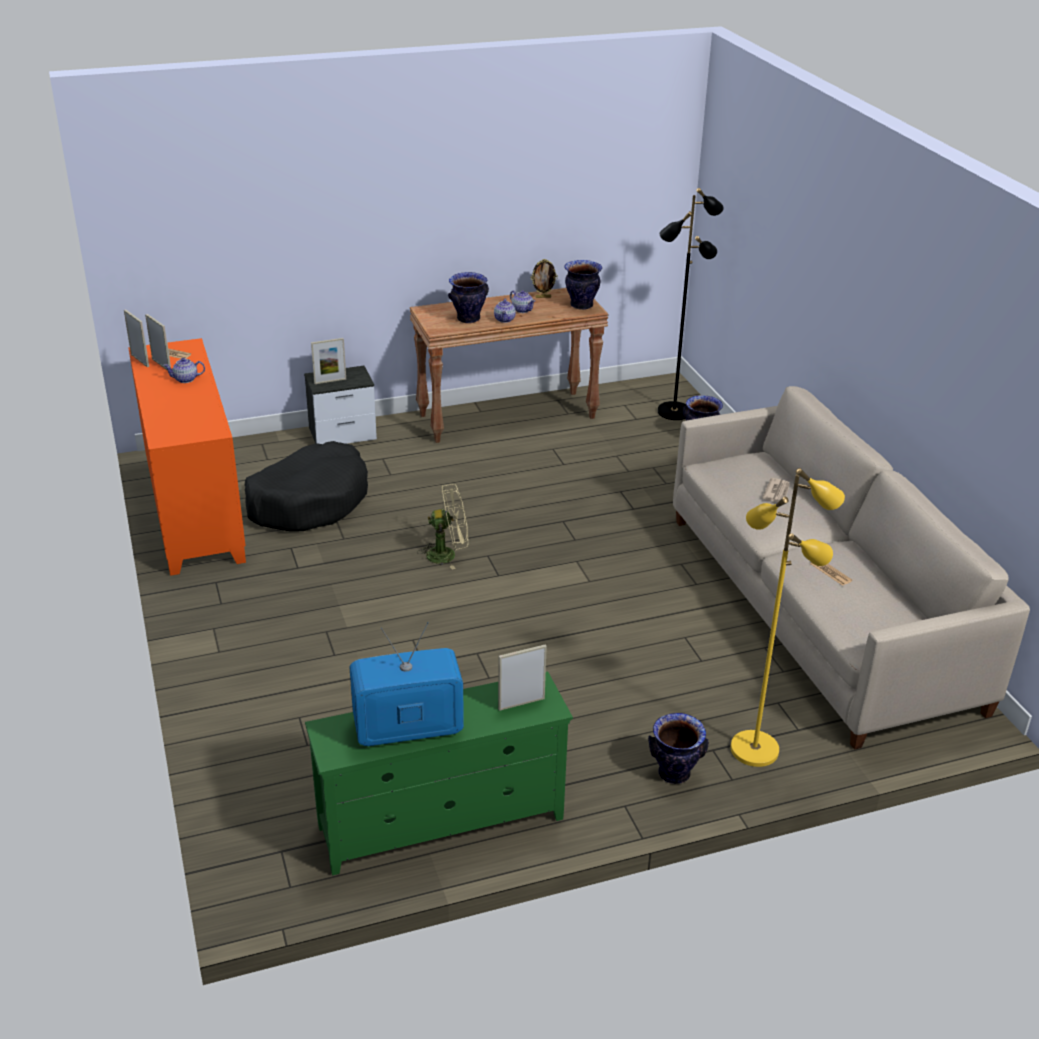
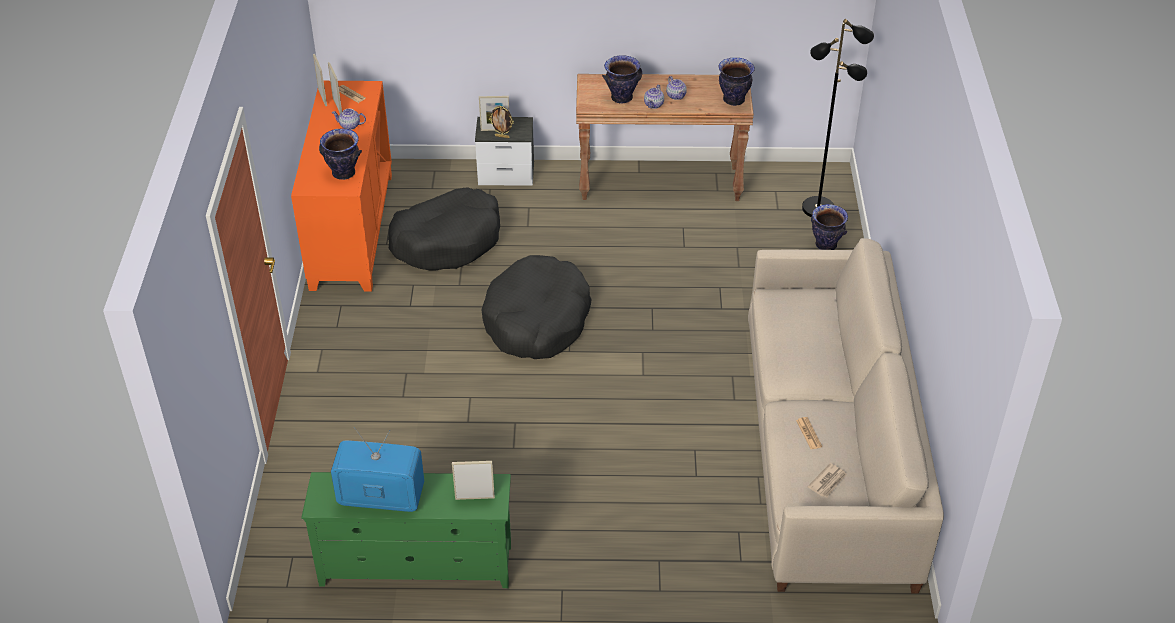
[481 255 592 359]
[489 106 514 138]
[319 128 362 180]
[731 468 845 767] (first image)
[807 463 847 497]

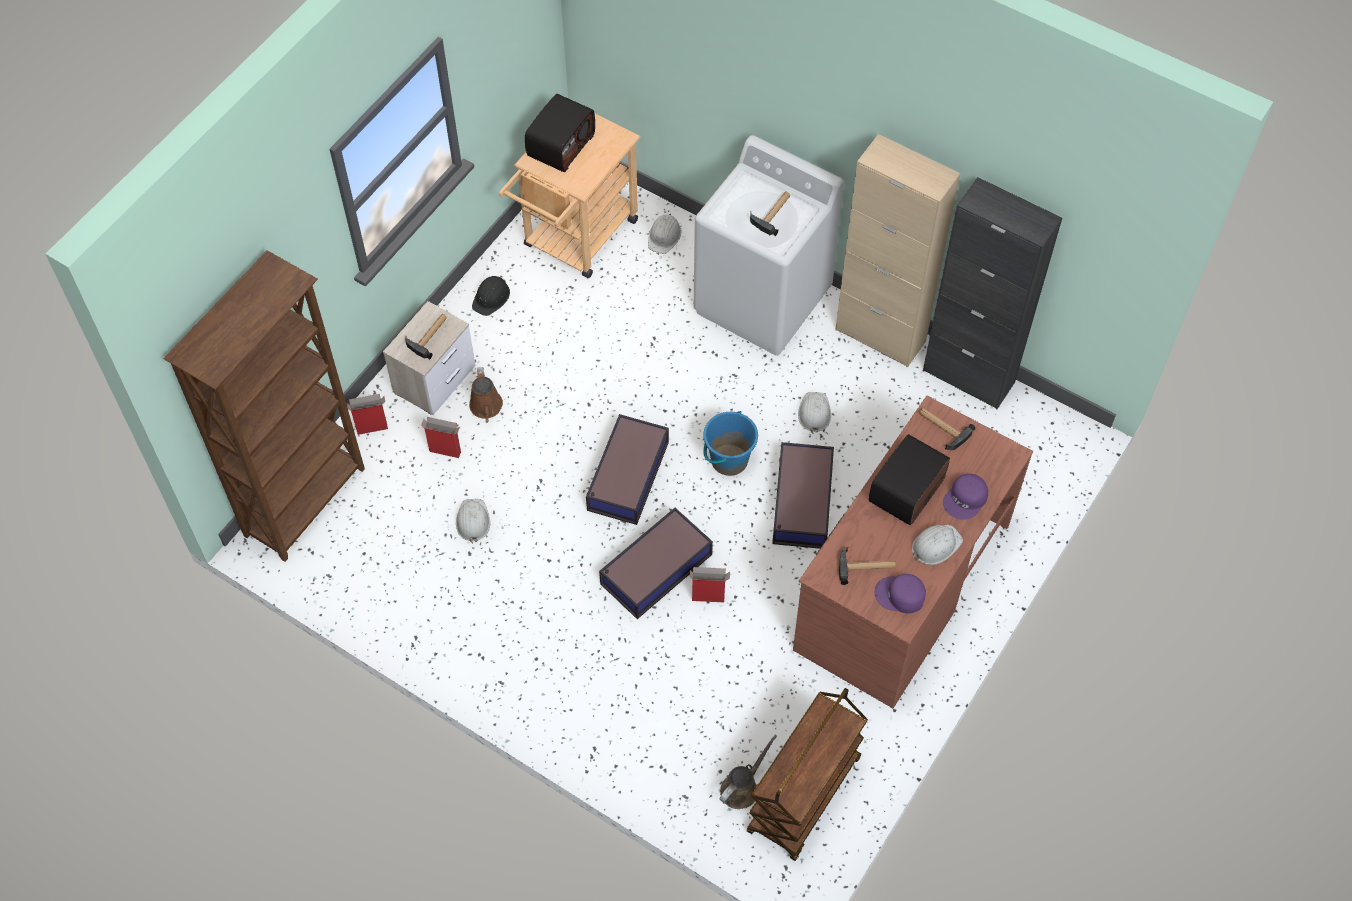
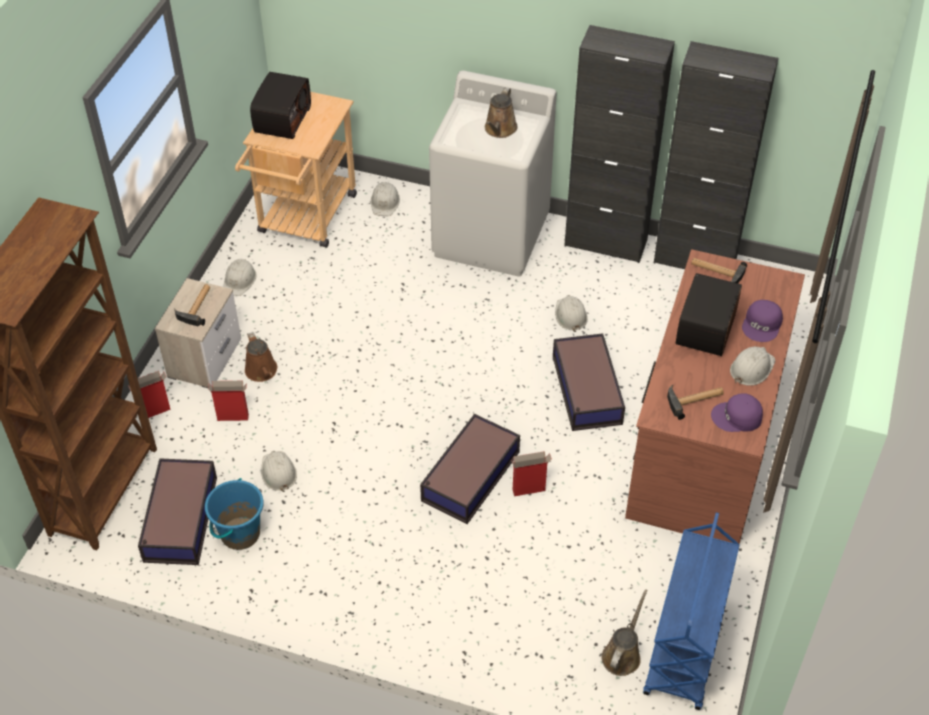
[223 259 257 296]
[138 458 217 565]
[205 478 264 550]
[643 512 740 710]
[485 88 518 138]
[564 25 675 263]

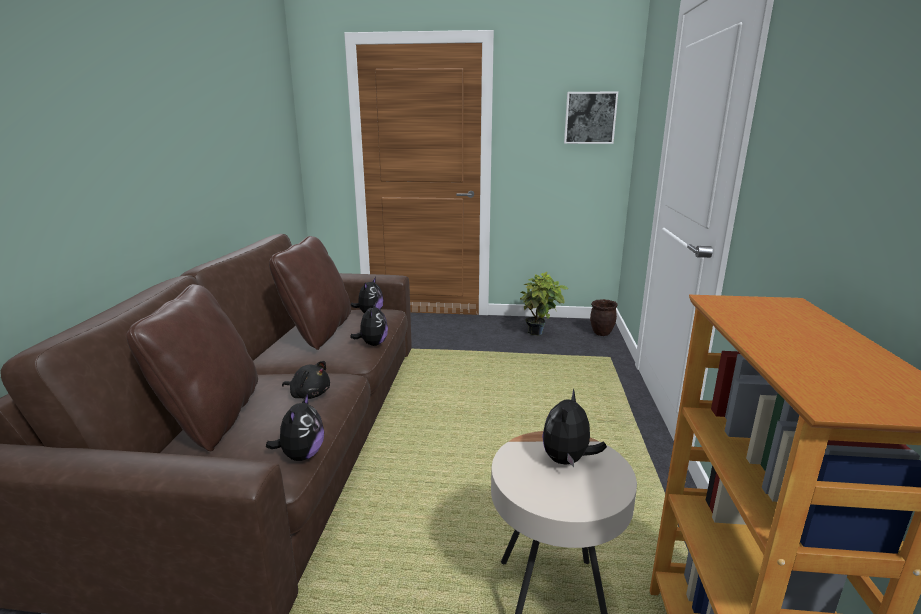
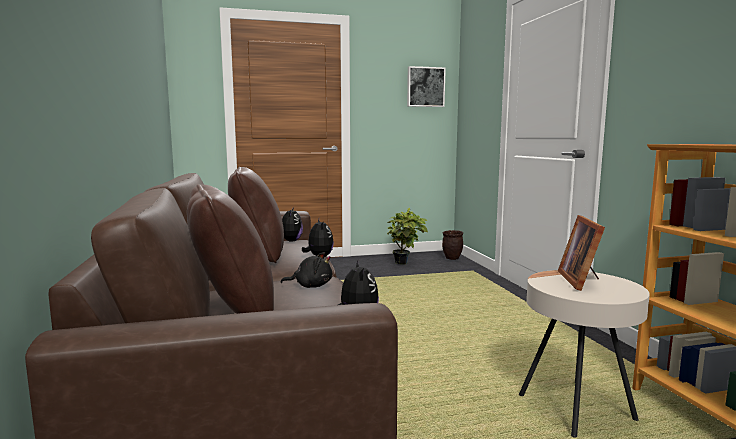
[558 215 605 291]

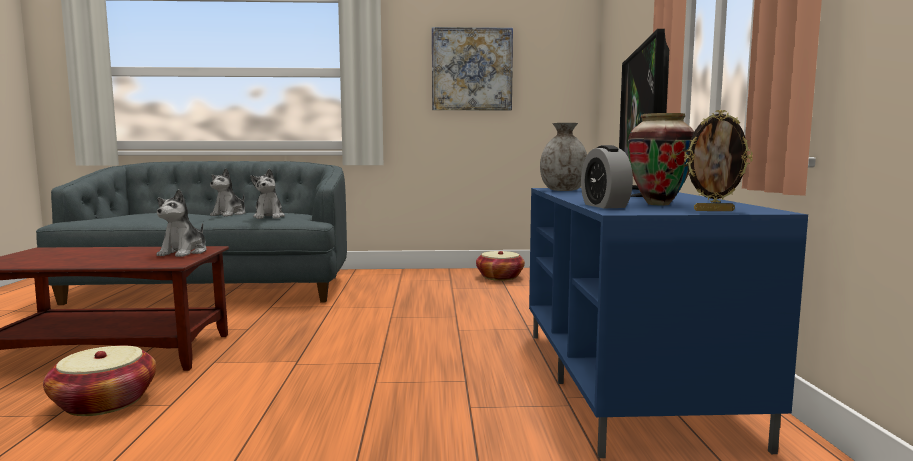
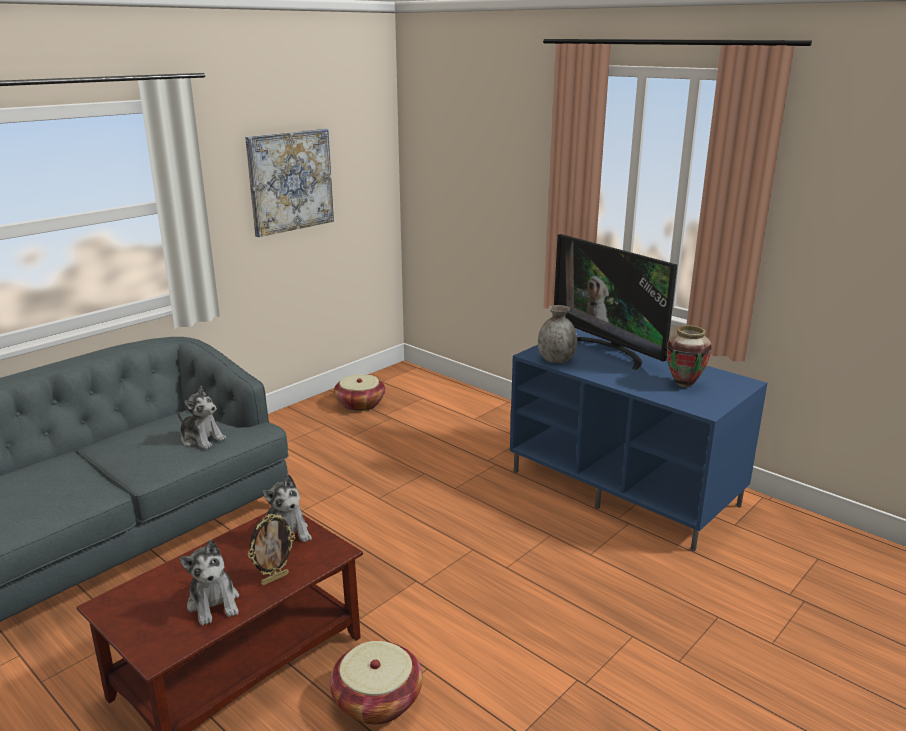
[179 540 239 626]
[581 145 633 208] (first image)
[248 514 295 586]

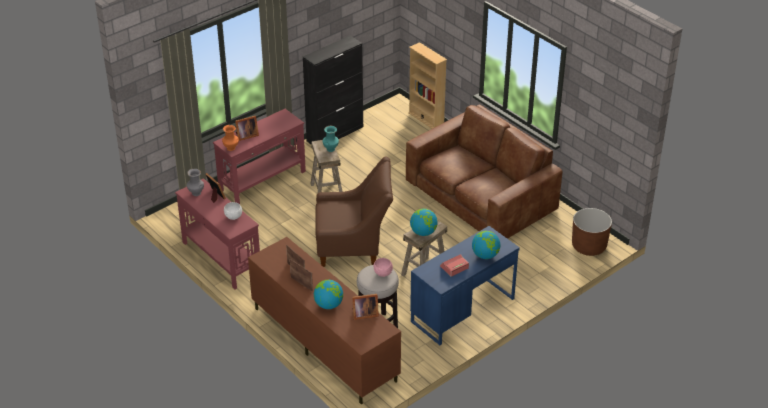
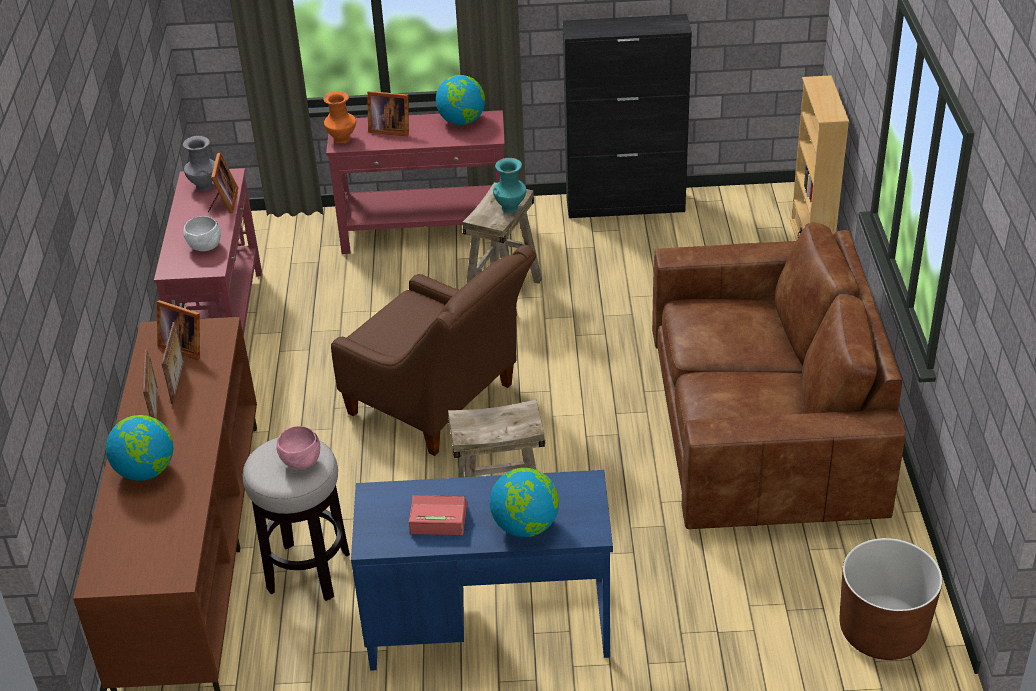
[157 300 200 360]
[436 75 485 125]

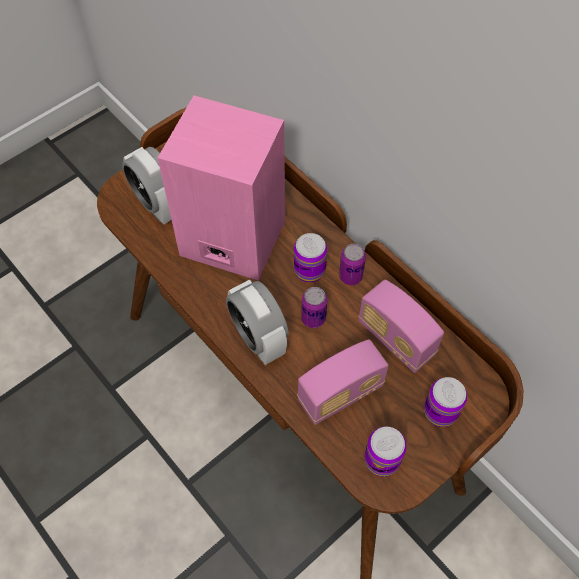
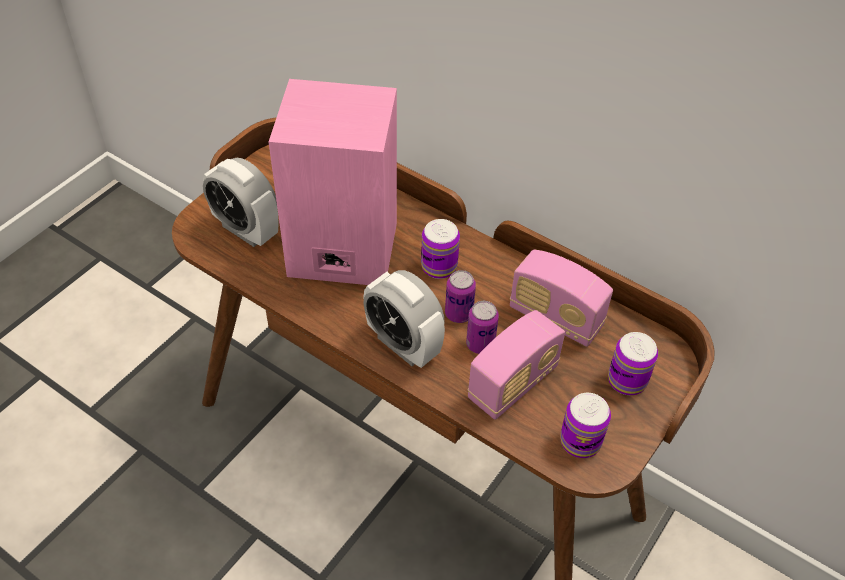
[466 301 499 354]

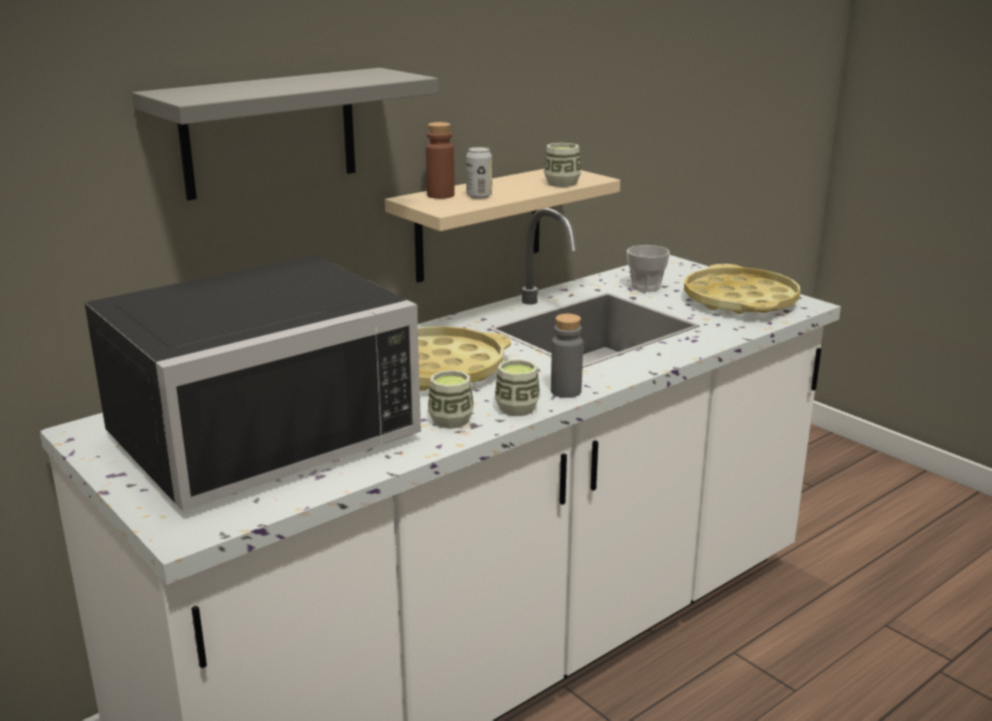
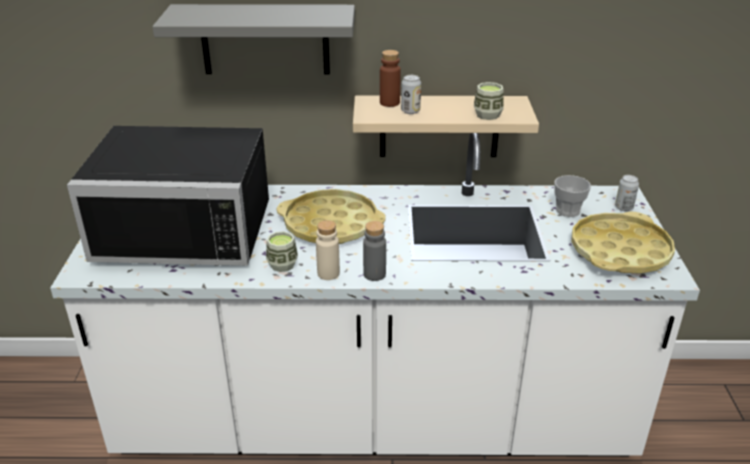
[316 220 340 280]
[615 175 639 211]

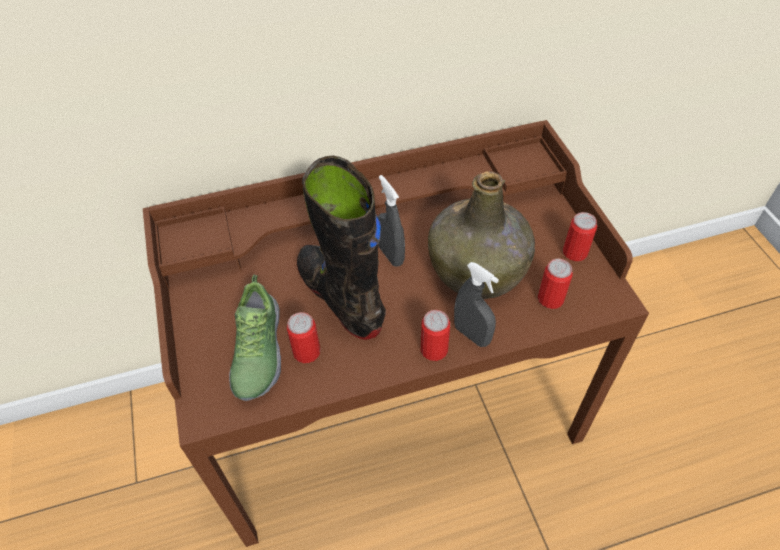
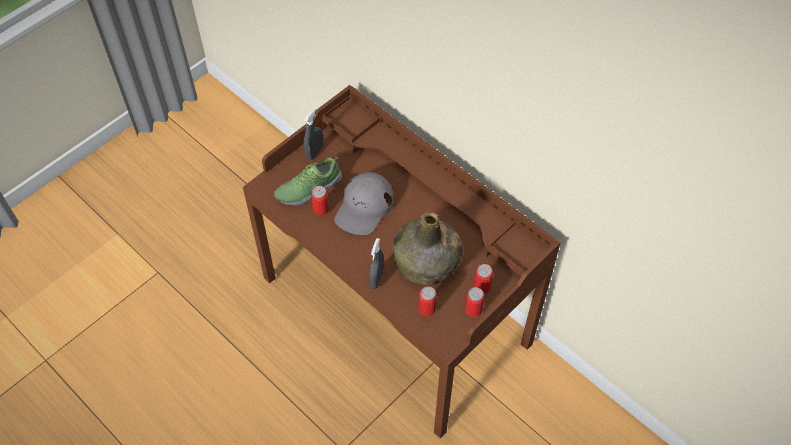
[334 172 394 235]
[304 106 323 160]
[474 264 493 294]

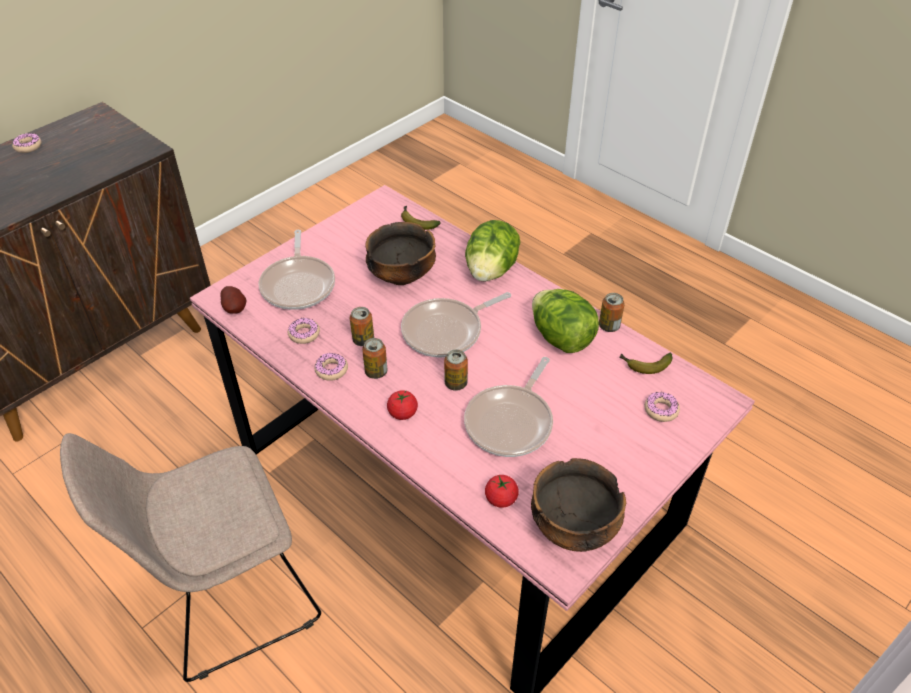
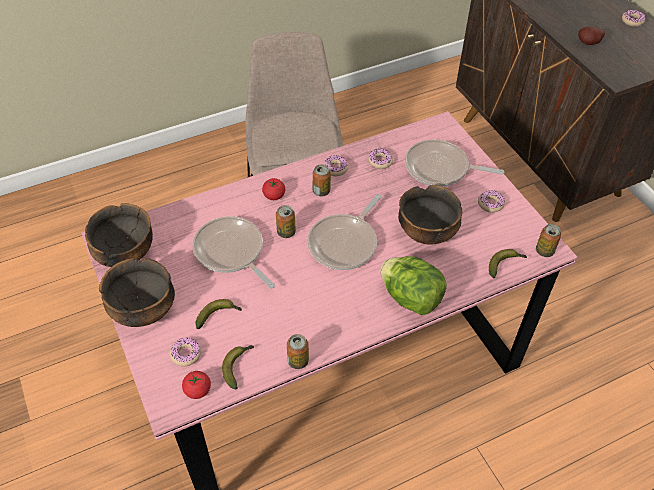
[578 27 605 45]
[536 224 561 257]
[307 194 382 270]
[182 371 211 399]
[532 289 599 353] (first image)
[99 258 175 327]
[195 299 242 329]
[478 190 505 213]

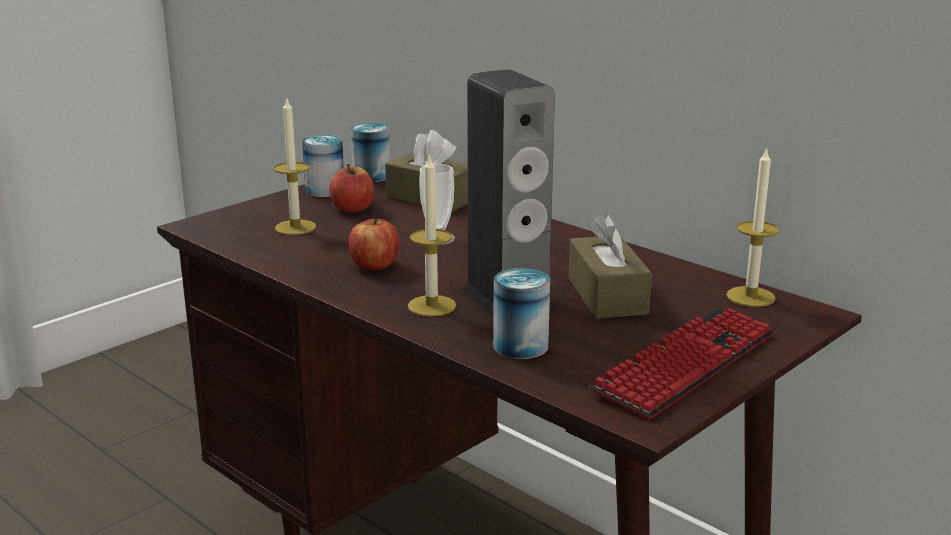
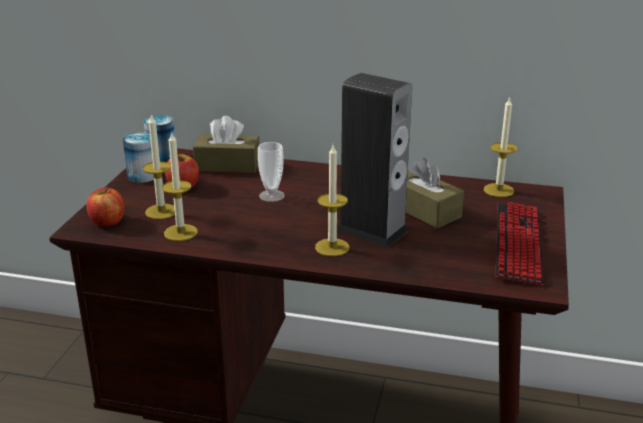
[86 188 125 227]
[493 268 550 359] (first image)
[162 131 198 241]

